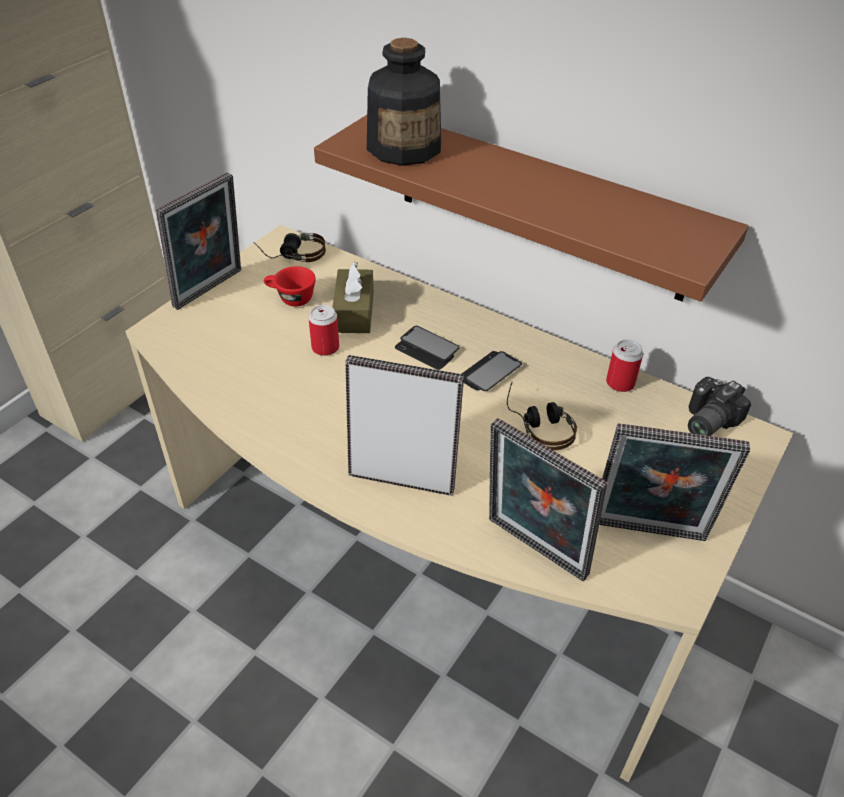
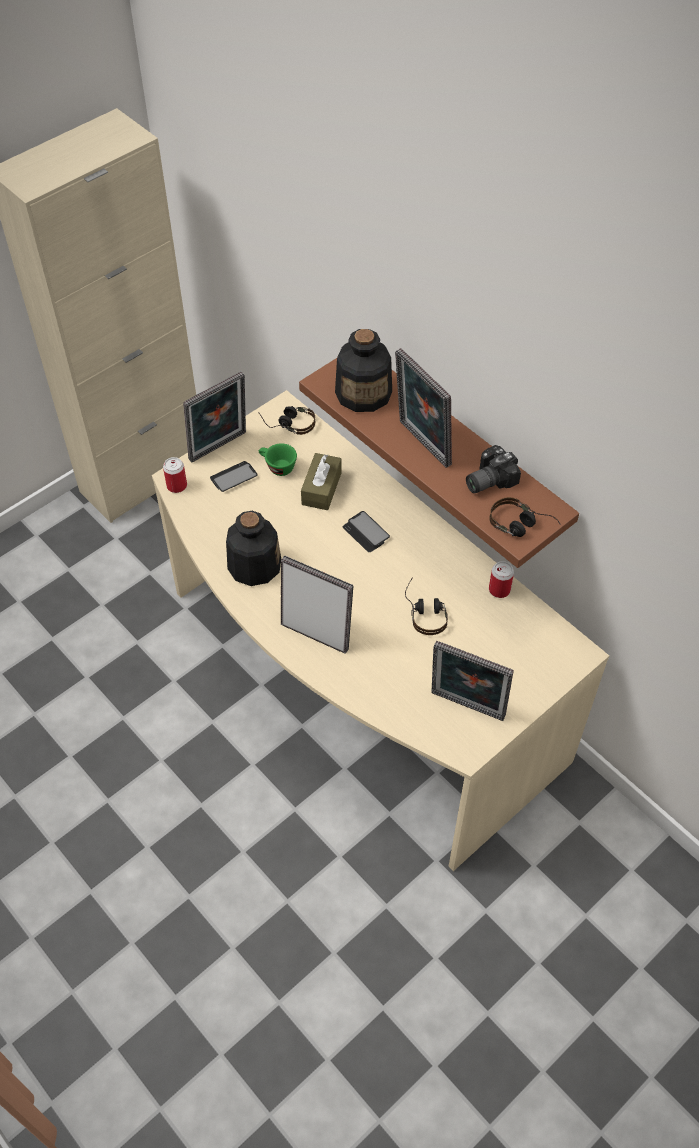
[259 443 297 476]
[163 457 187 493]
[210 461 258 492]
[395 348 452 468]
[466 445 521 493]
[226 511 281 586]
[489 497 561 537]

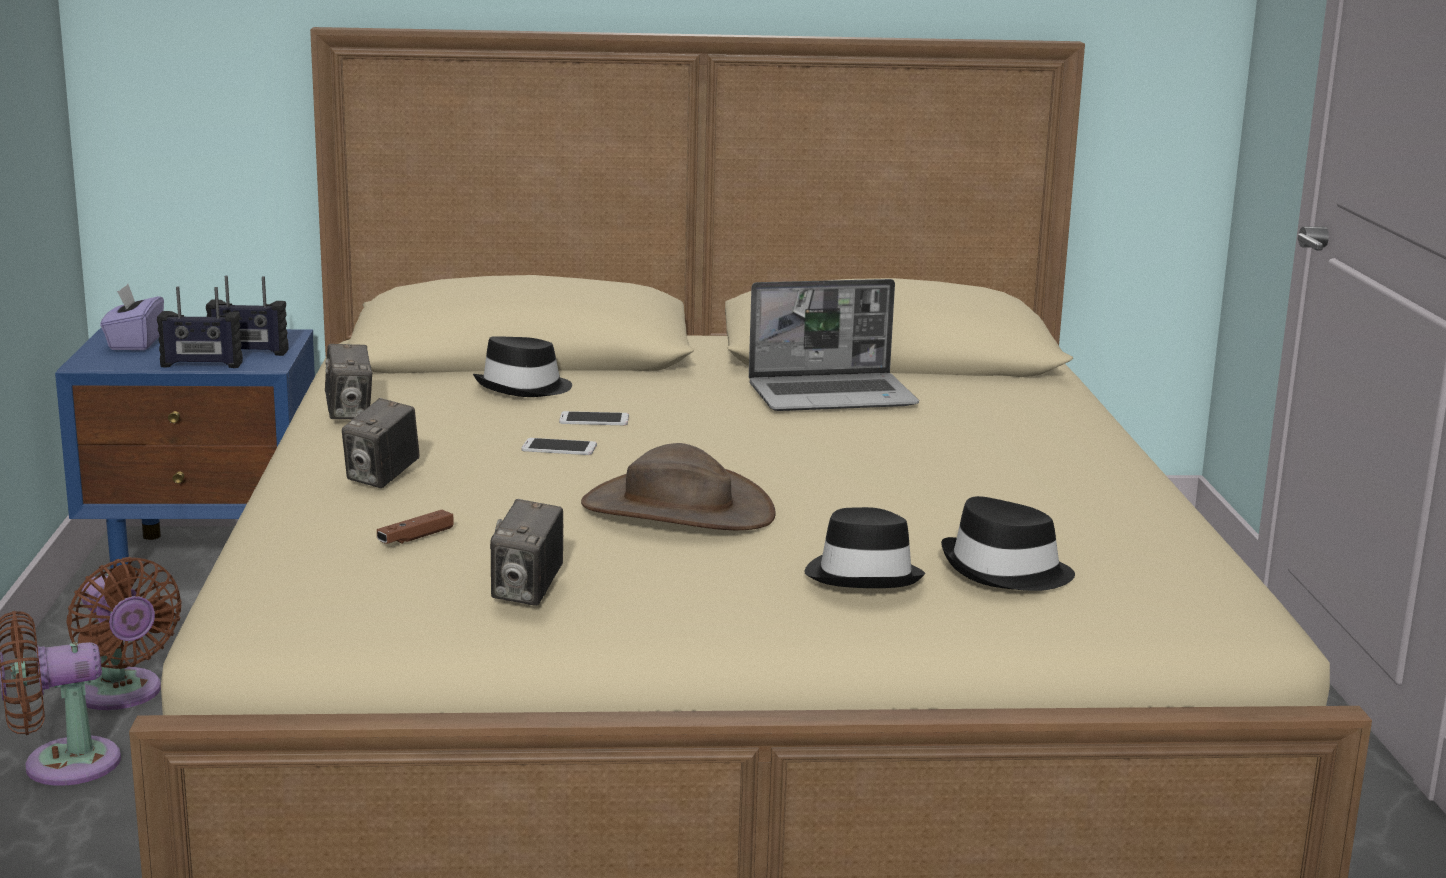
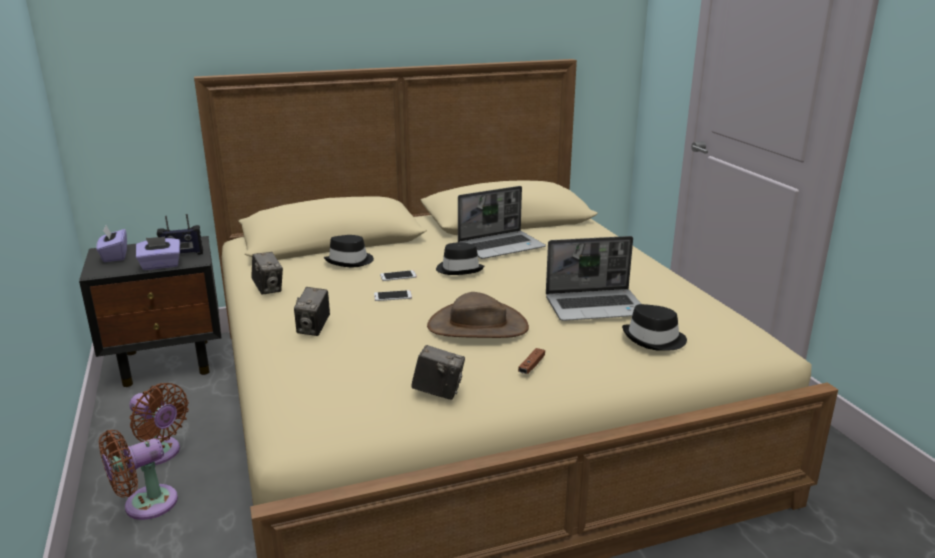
[79 236 221 387]
[136 237 180 270]
[518 348 545 374]
[412 345 465 400]
[436 242 484 275]
[546 236 641 321]

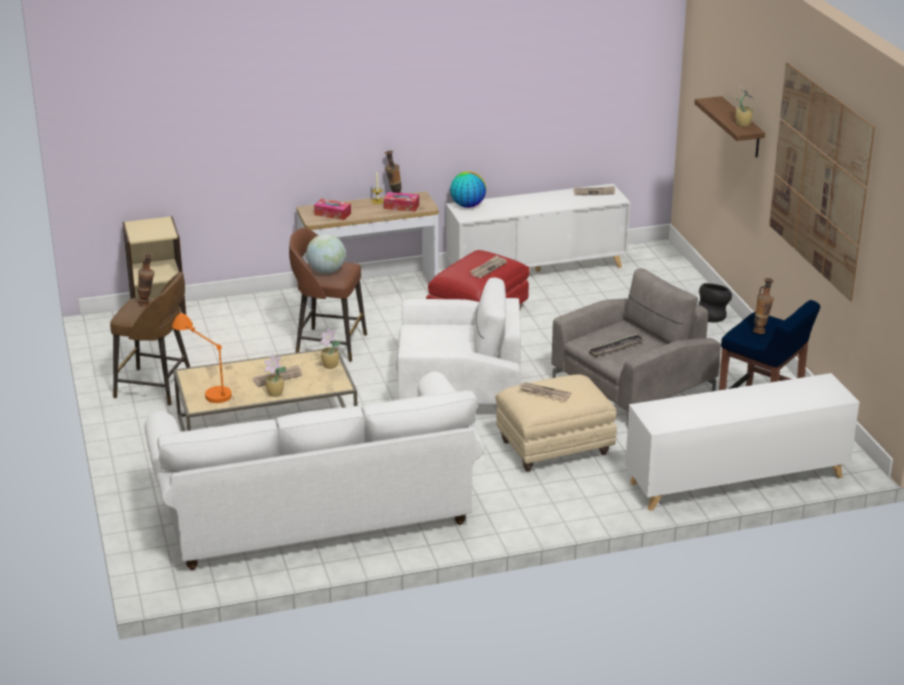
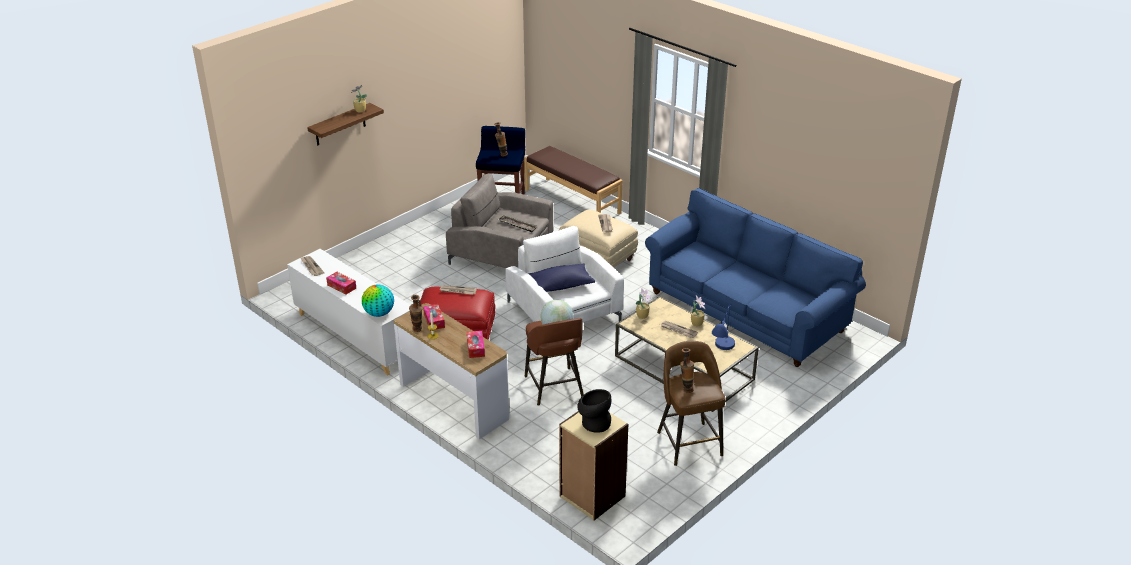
[645 188 866 367]
[712 304 735 350]
[524 146 622 214]
[578 389 611 433]
[769 62 875 302] (first image)
[326 272 356 295]
[528 263 595 292]

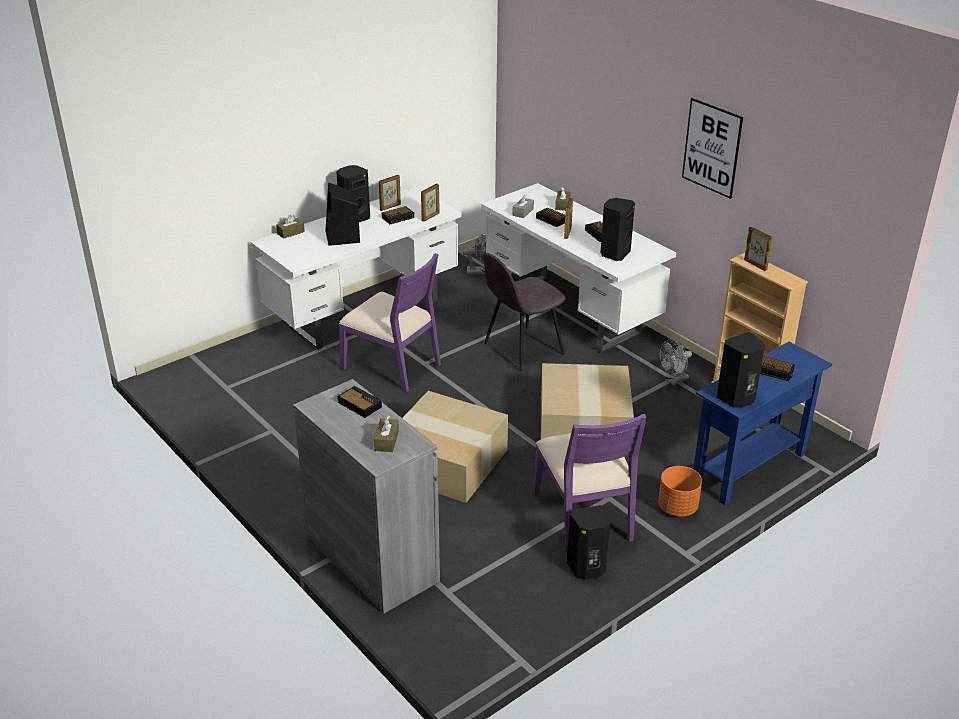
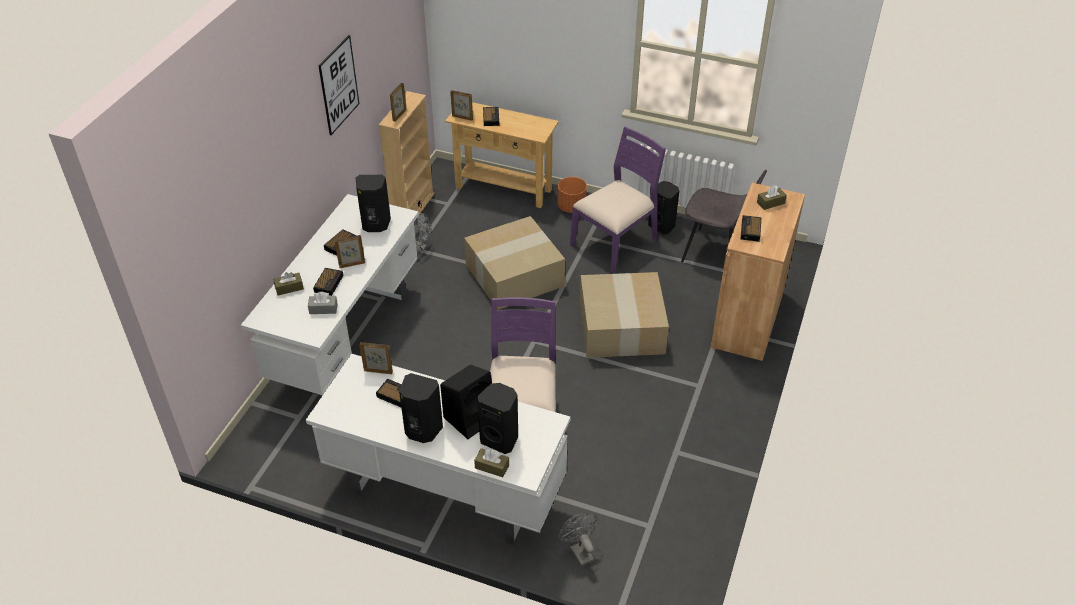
[711 183 805 361]
[450 90 473 121]
[559 513 598 566]
[681 169 767 262]
[445 102 559 208]
[477 383 518 454]

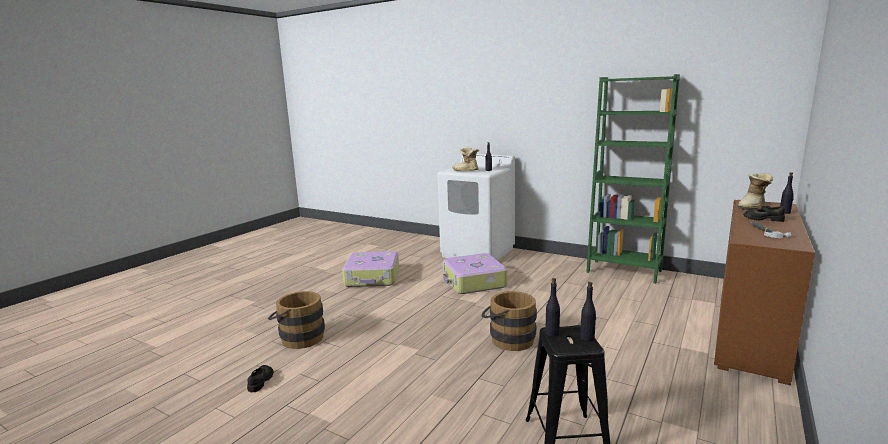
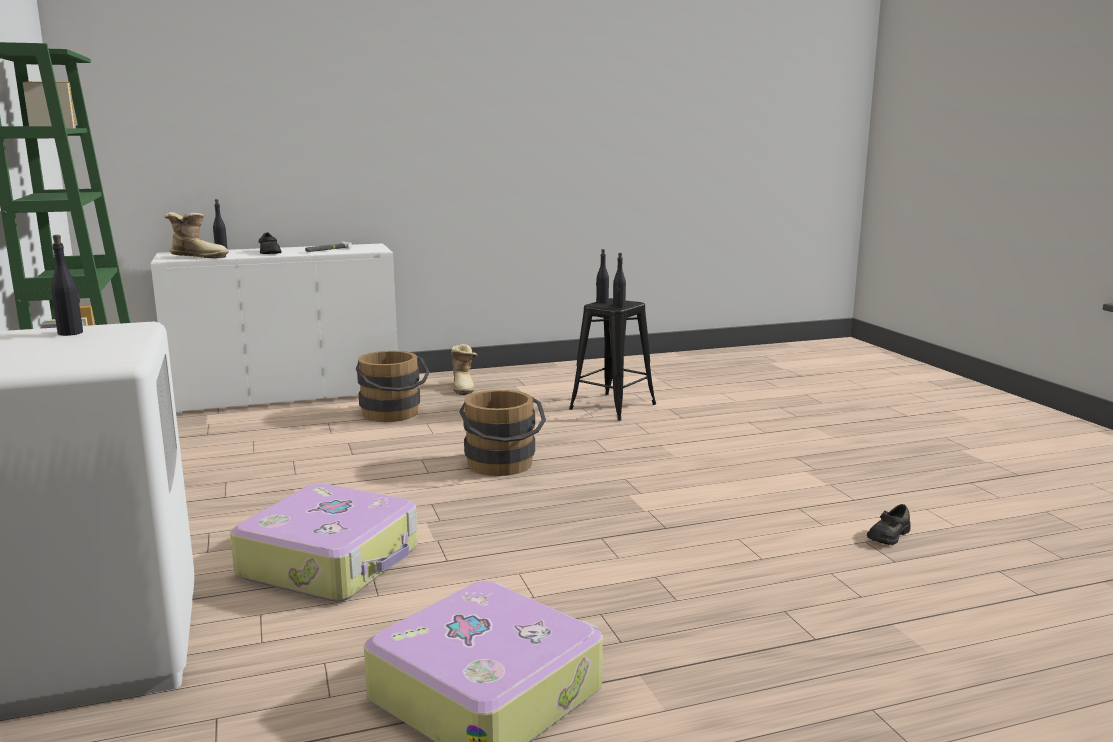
[356 351 430 422]
[451 344 477 395]
[151 243 398 414]

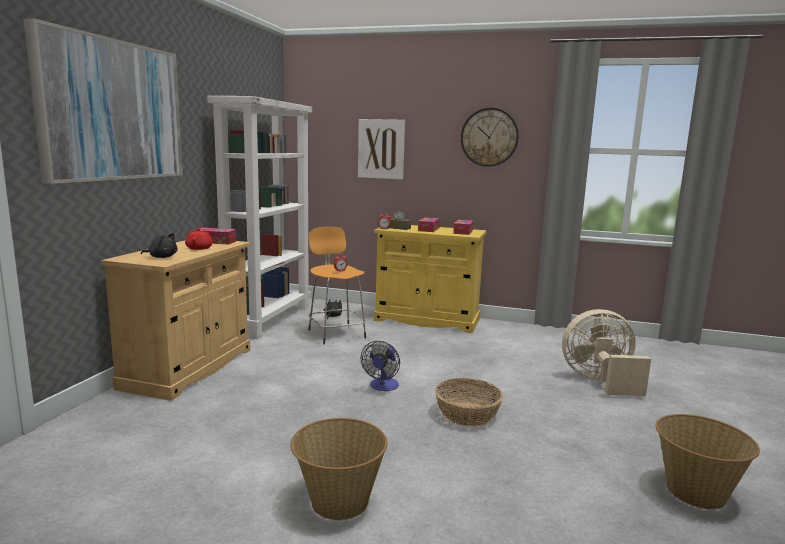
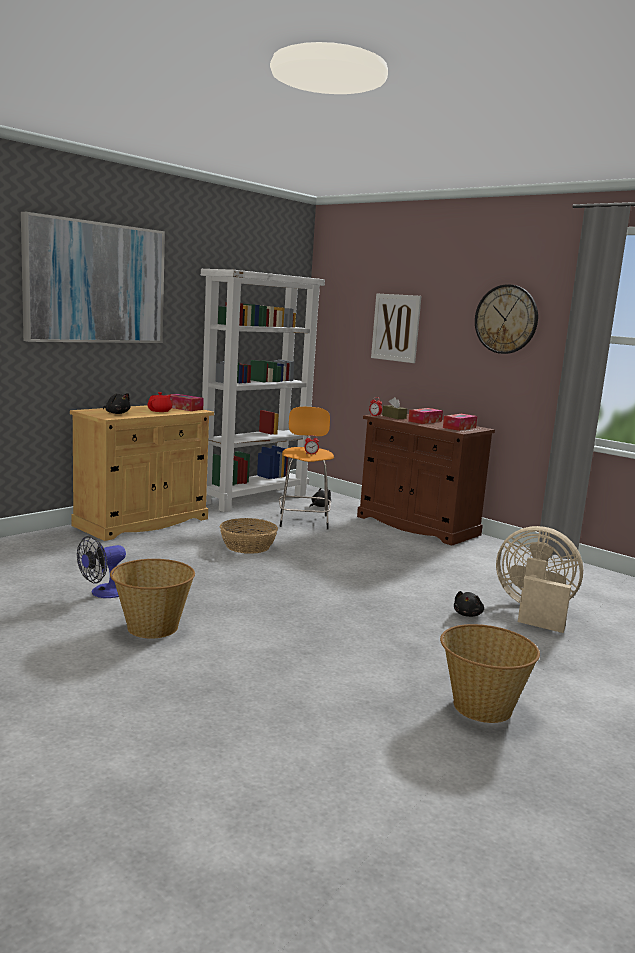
[77 536 126 598]
[357 414 495 546]
[220 518 278 554]
[454 591 484 617]

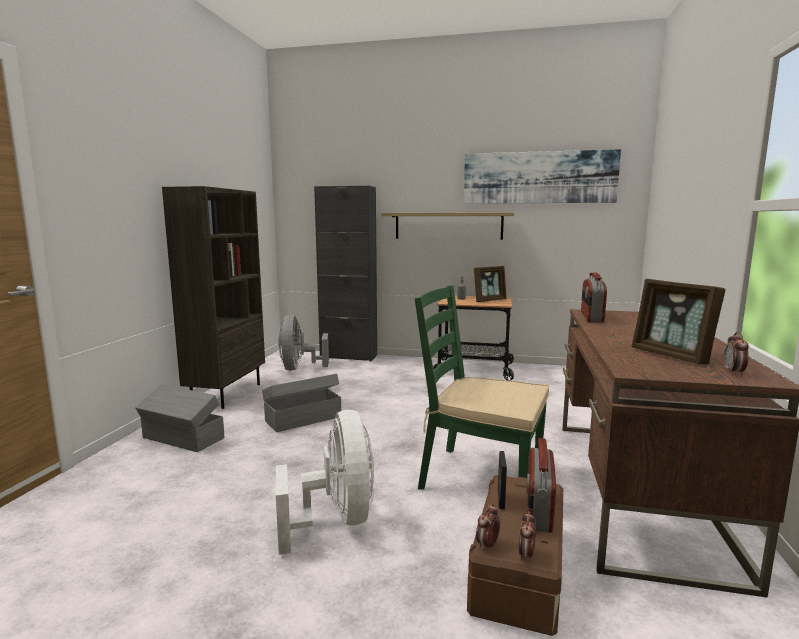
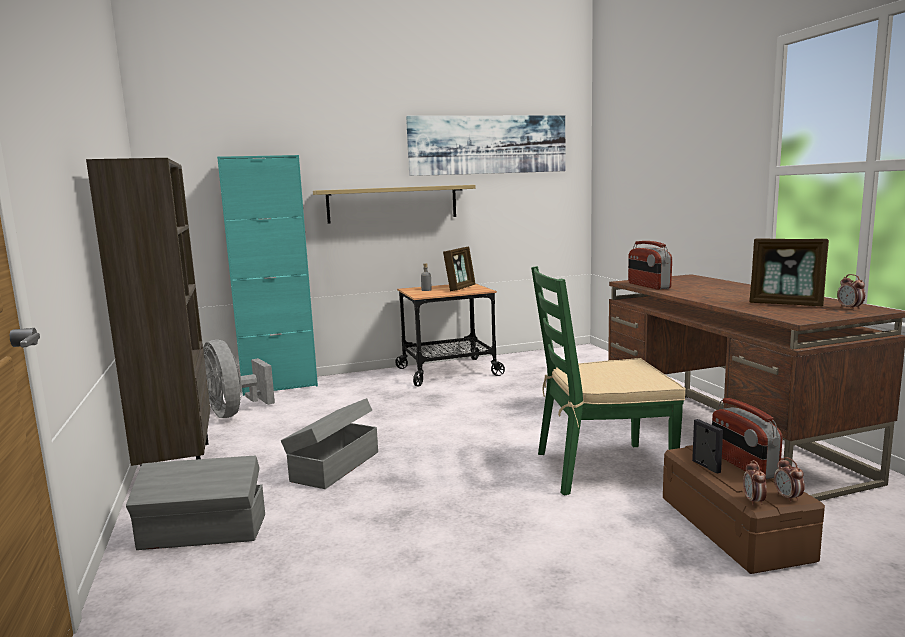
[276 410 375 555] (first image)
[217 155 318 396]

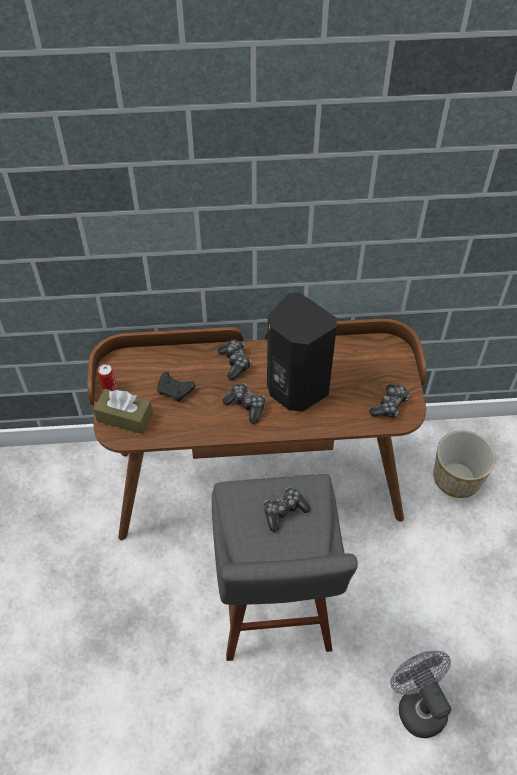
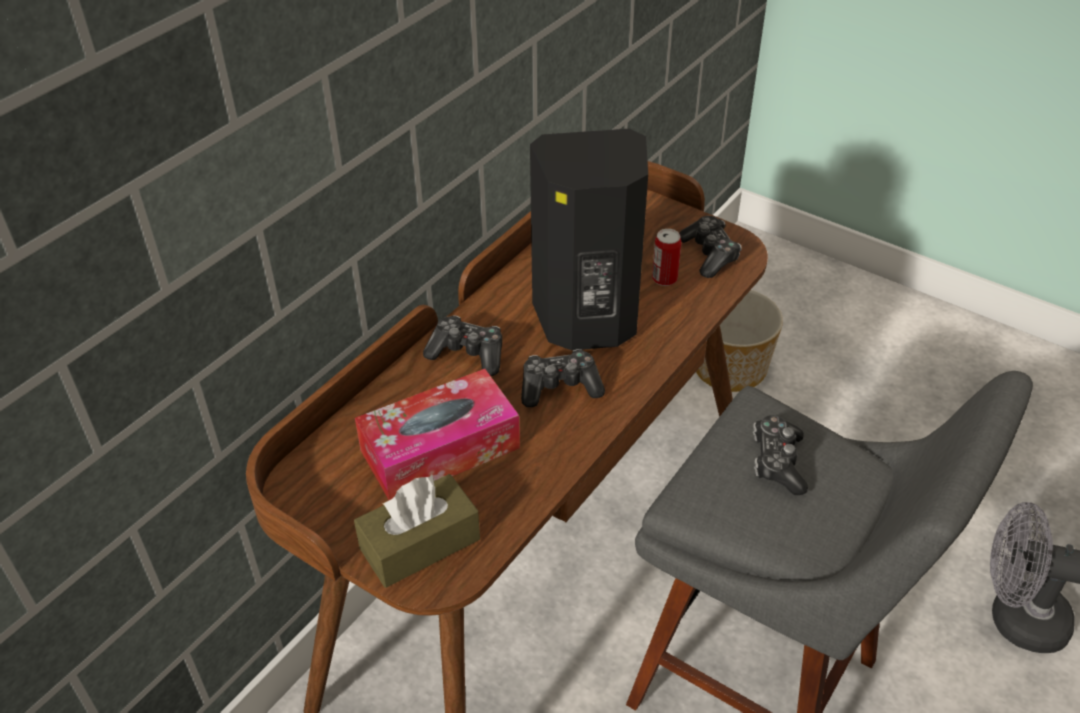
[652 229 681 286]
[355 369 520 500]

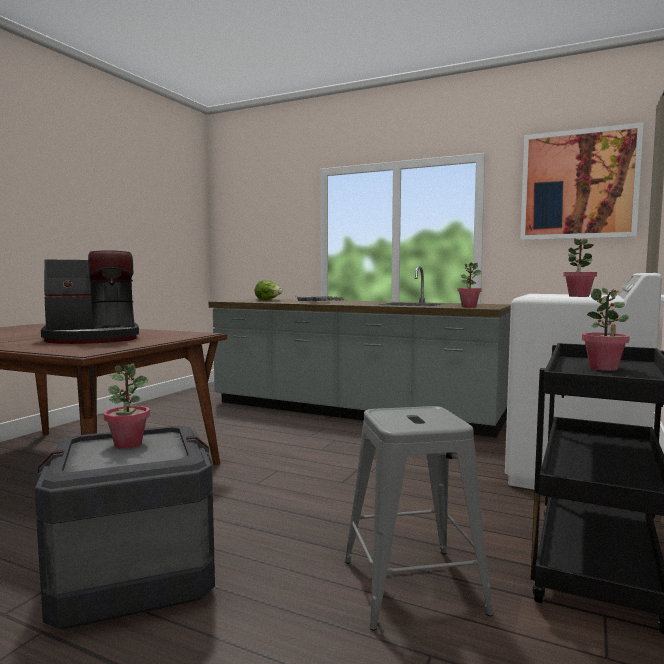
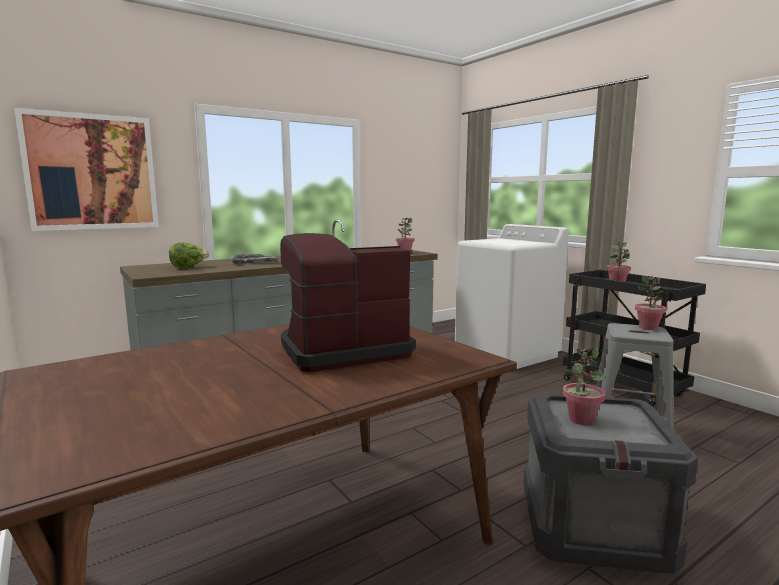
[280 233 416 372]
[14 108 159 231]
[635 276 666 330]

